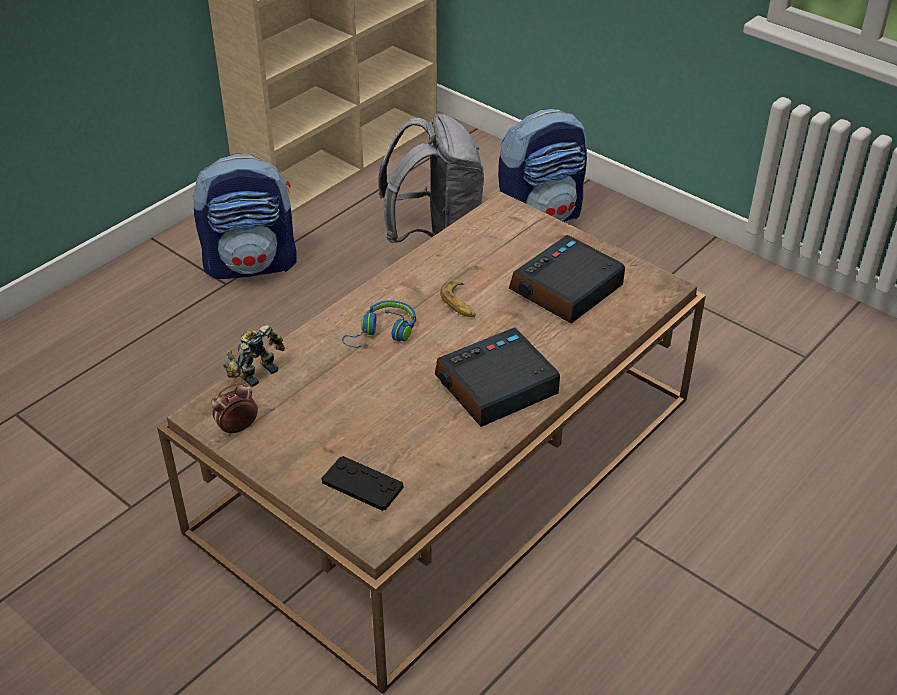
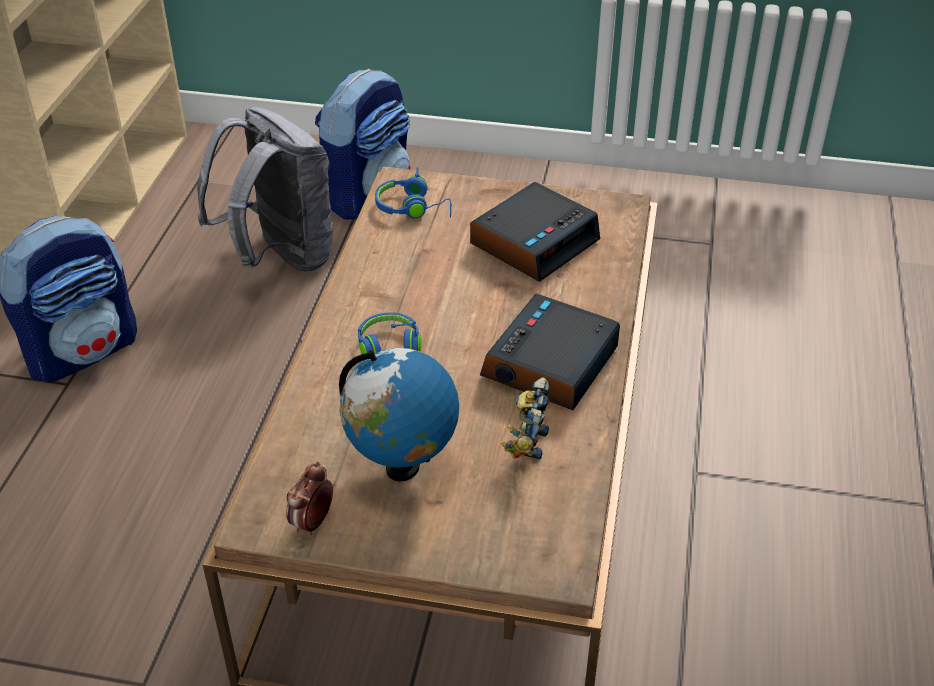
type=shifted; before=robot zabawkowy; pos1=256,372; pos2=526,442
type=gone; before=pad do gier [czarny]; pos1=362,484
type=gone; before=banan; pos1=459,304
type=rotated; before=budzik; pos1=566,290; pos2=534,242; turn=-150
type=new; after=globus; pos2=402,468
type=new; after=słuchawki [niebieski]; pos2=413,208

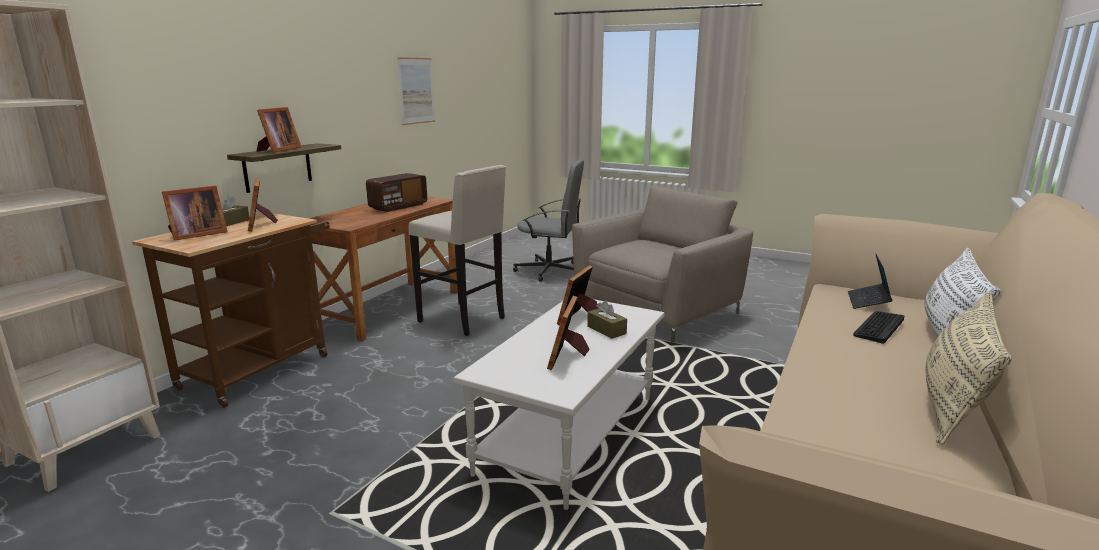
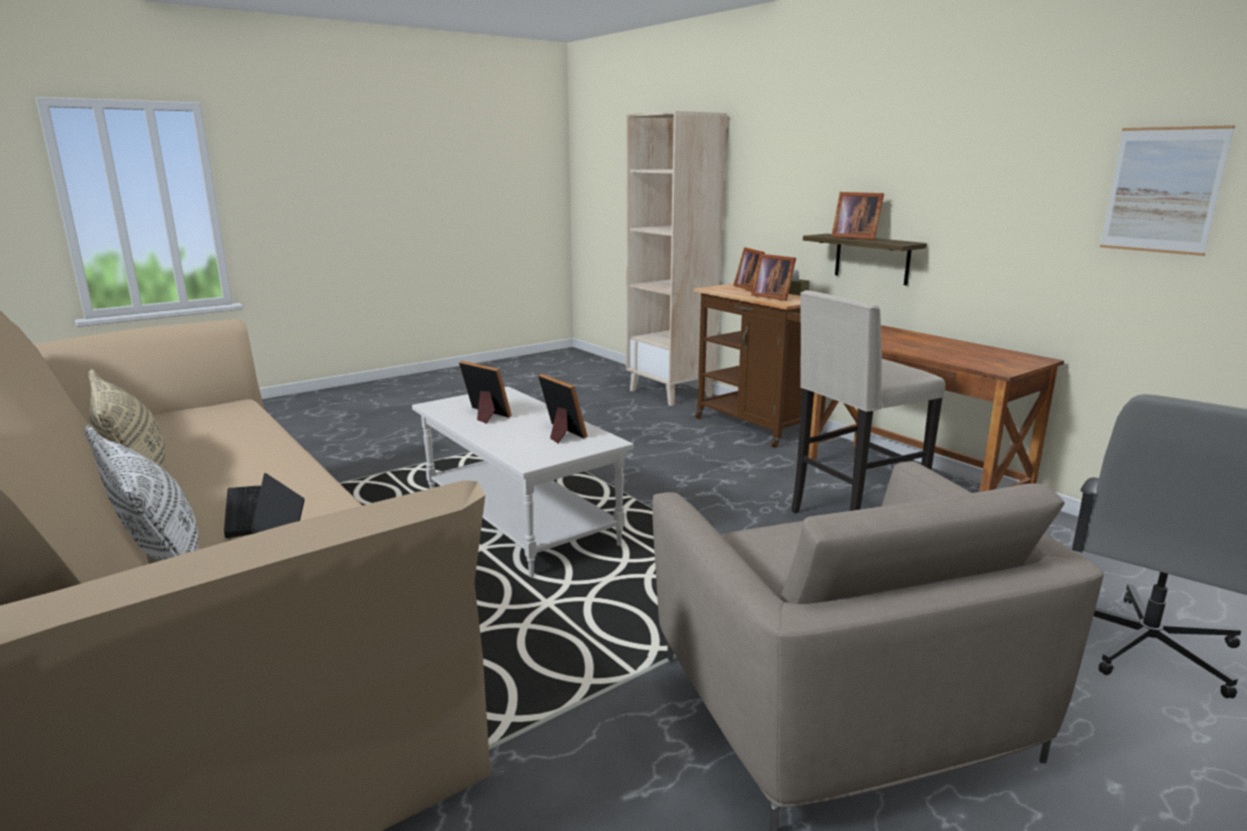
type=rotated; before=ramka na zdjęcie; pos1=261,225; pos2=772,297; turn=-135
type=gone; before=radio; pos1=398,206
type=gone; before=pudełko chusteczek [brązowy]; pos1=606,330

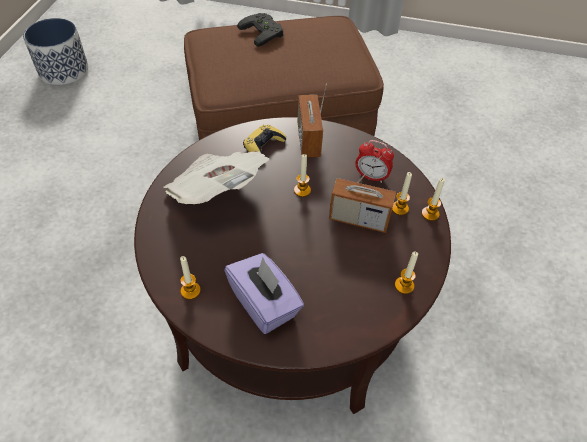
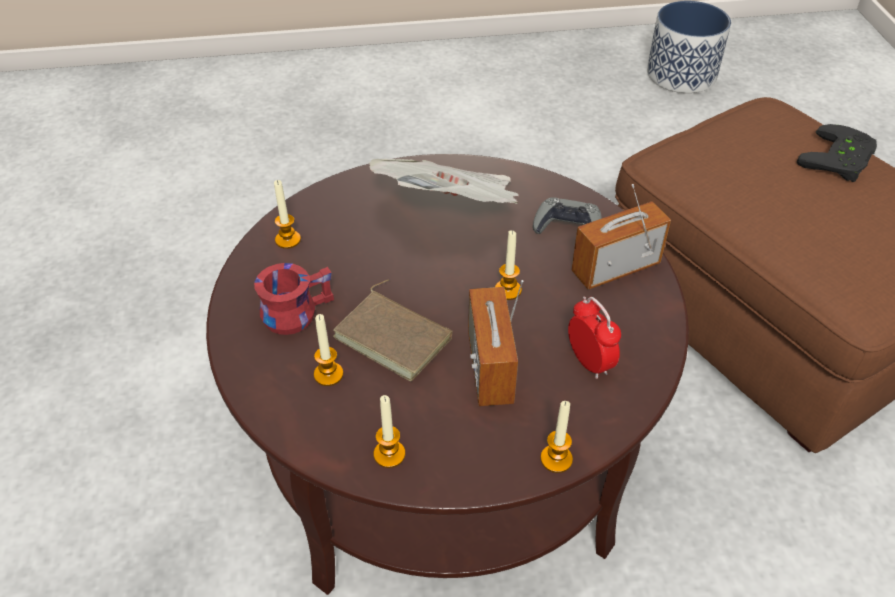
type=swapped; before=pudełko chusteczek [fioletowy]; after=kubek [czerwony]; pos1=264,304; pos2=295,310
type=repainted; before=pad do gier [żółty]; after=pad do gier [szary]; pos1=264,146; pos2=567,226
type=rotated; before=budzik; pos1=371,177; pos2=589,362; turn=150
type=shifted; before=świeca; pos1=399,208; pos2=328,374
type=new; after=książka [brązowy]; pos2=395,336

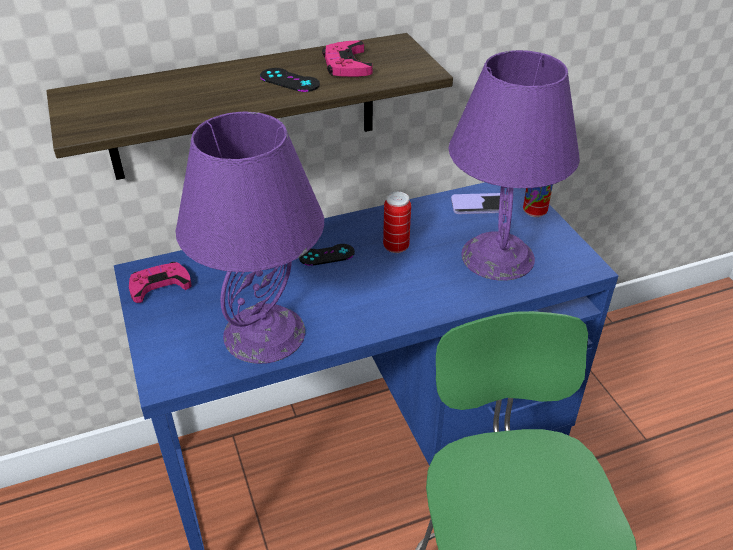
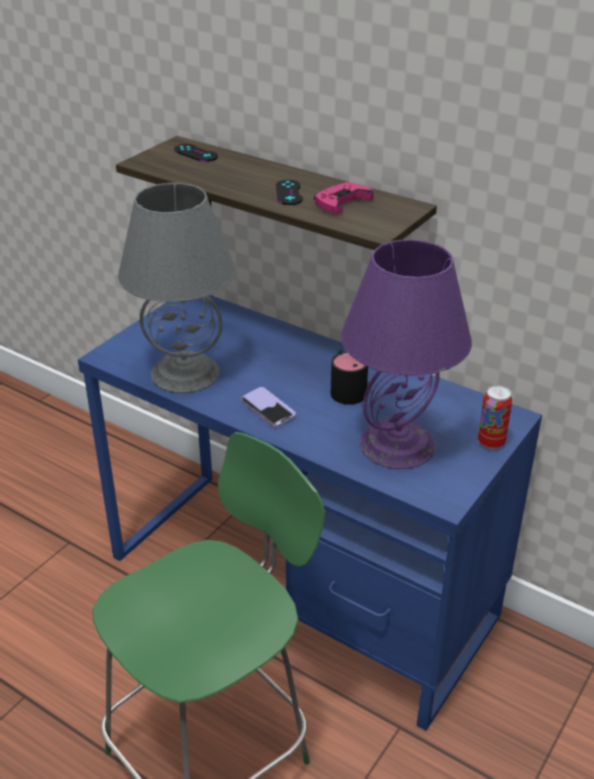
type=gone; before=pad do gier [różowy]; pos1=159,285
type=repainted; before=lampa stołowa [fioletowy]; after=lampa stołowa [szary]; pos1=264,332; pos2=186,372
type=shifted; before=pad do gier [czarny]; pos1=327,255; pos2=196,153
type=swapped; before=puszka; after=kubek [czarny]; pos1=396,247; pos2=346,388
type=shifted; before=telefon; pos1=479,205; pos2=268,409

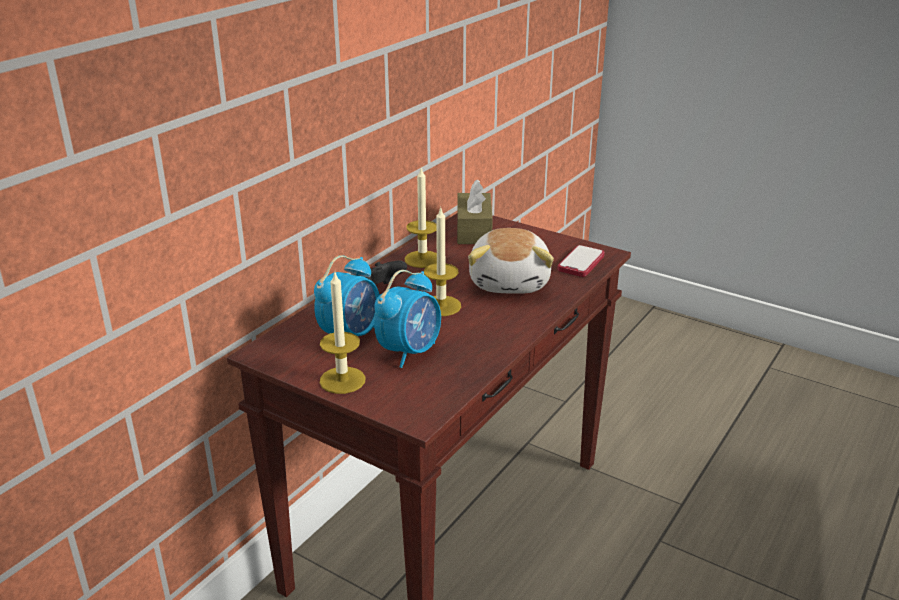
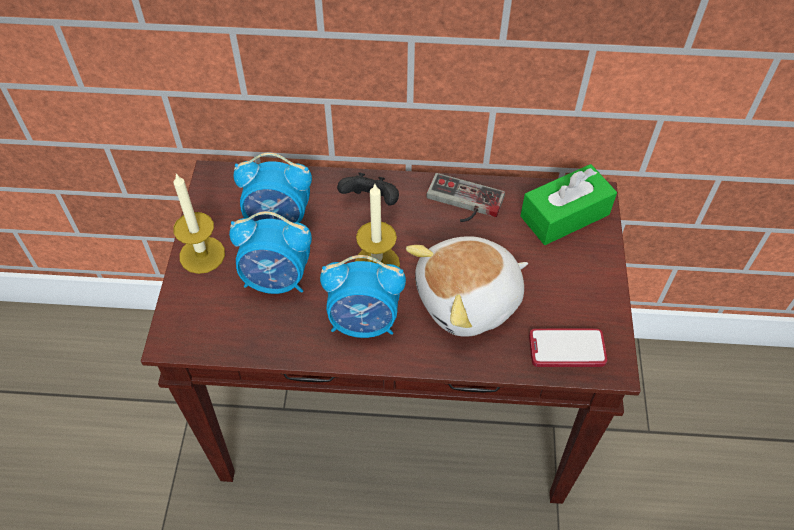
type=swapped; before=świeca; after=pad do gier; pos1=422,259; pos2=462,203
type=repainted; before=pudełko chusteczek [brązowy]; after=pudełko chusteczek [zielony]; pos1=474,230; pos2=564,215
type=new; after=budzik; pos2=364,322

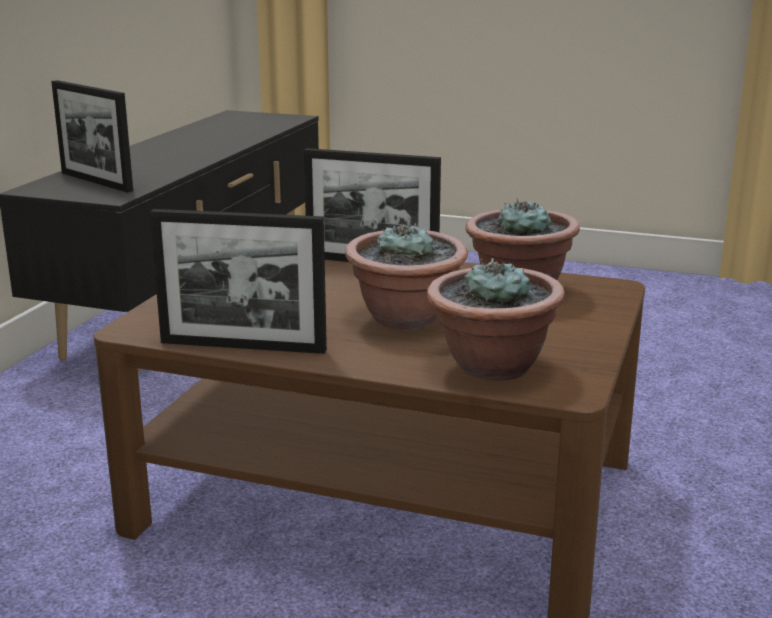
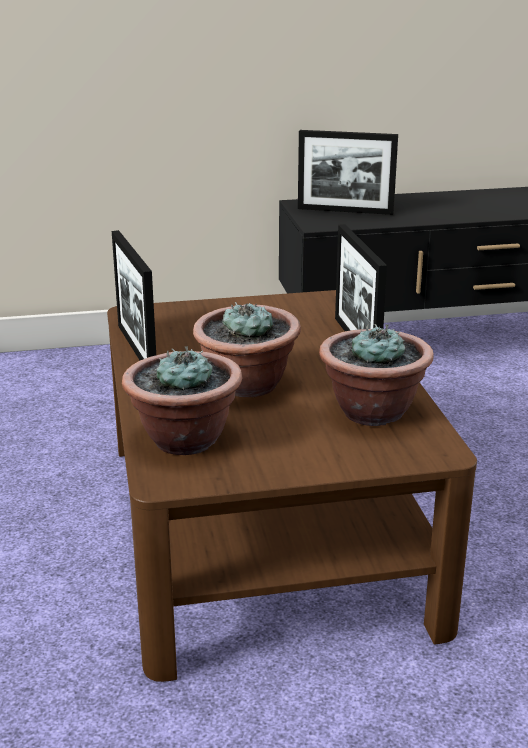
type=rotated; before=ramka na zdjęcie; pos1=96,182; pos2=345,211; turn=-90

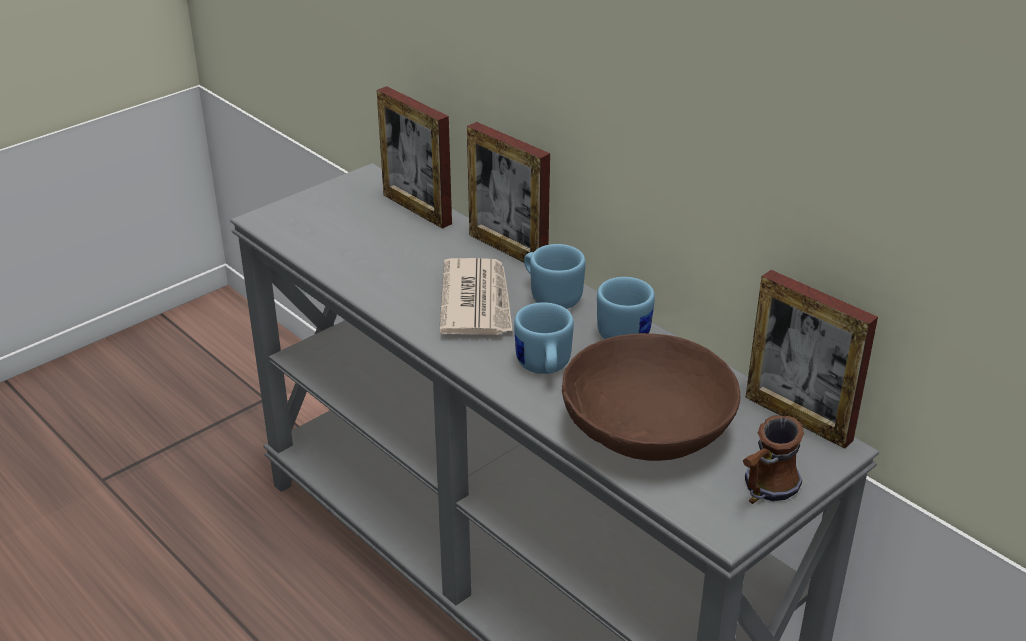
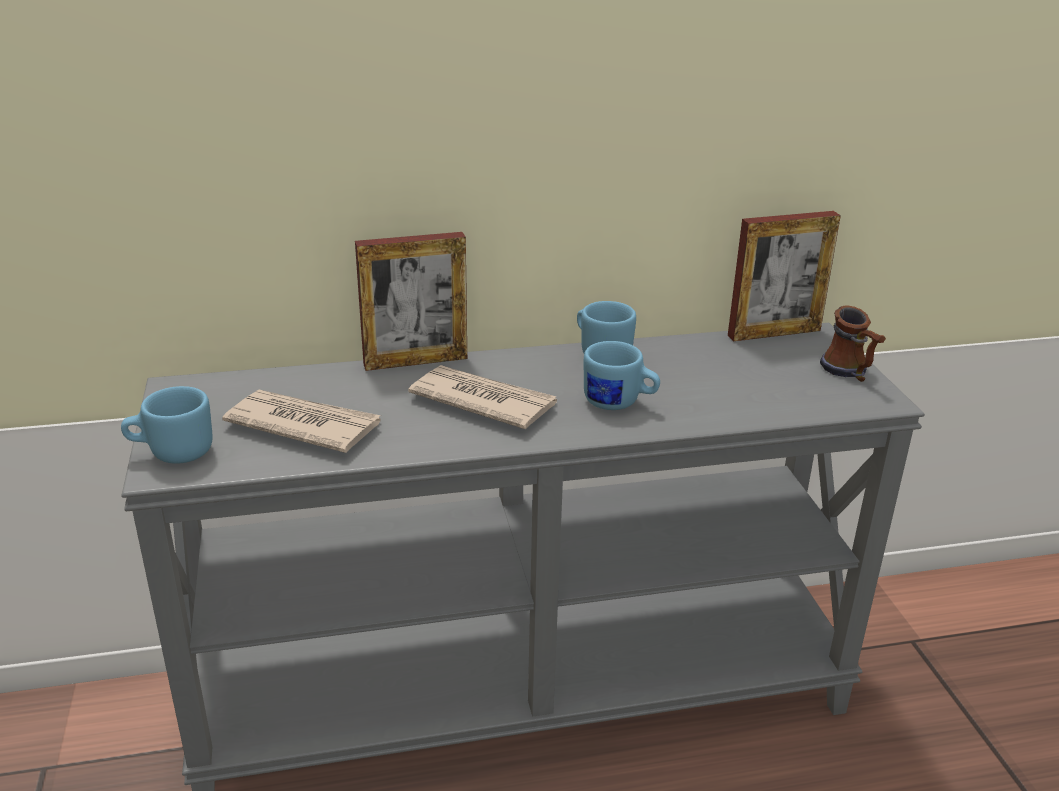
type=gone; before=ramka na zdjęcie; pos1=417,209
type=shifted; before=kubek [niebieski]; pos1=551,296; pos2=172,452
type=gone; before=miska [brązowy]; pos1=647,430
type=new; after=gazeta; pos2=303,425

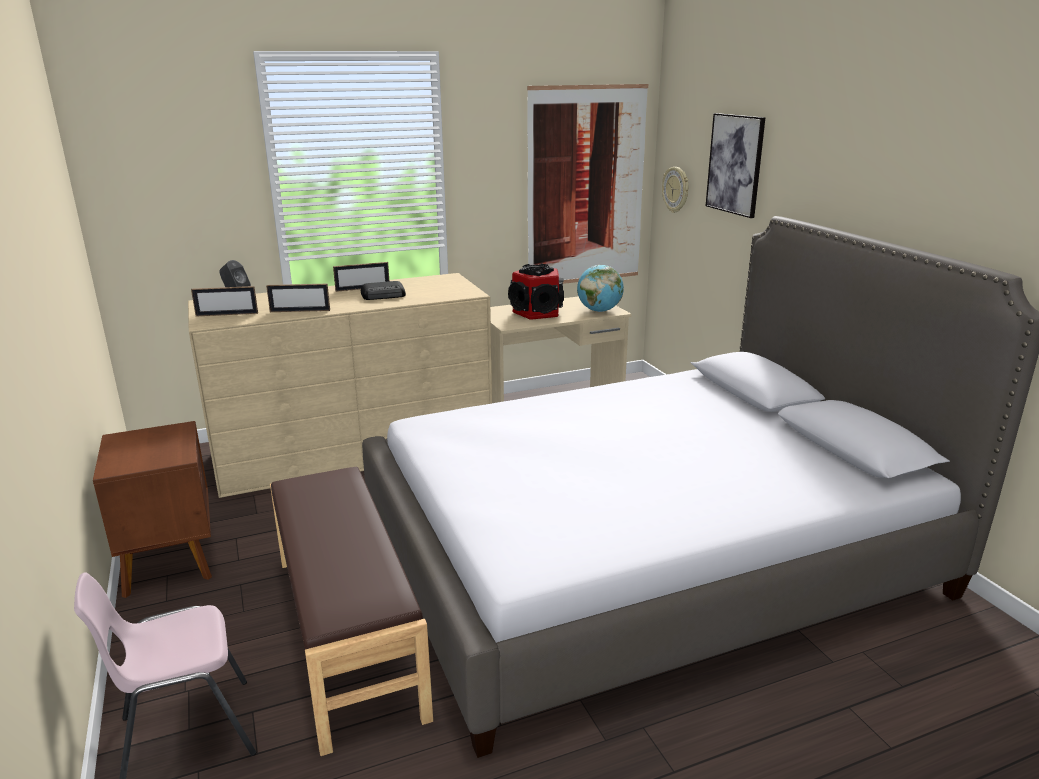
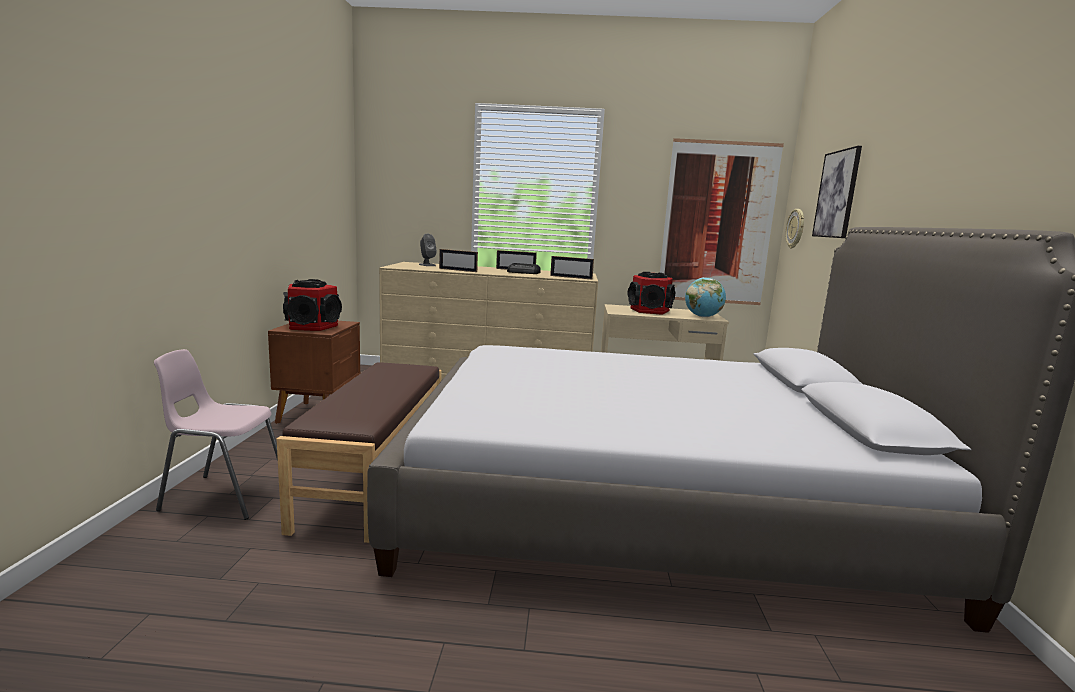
type=shifted; before=ramka na zdjęcie; pos1=227,314; pos2=571,277
type=new; after=głośnik; pos2=312,326

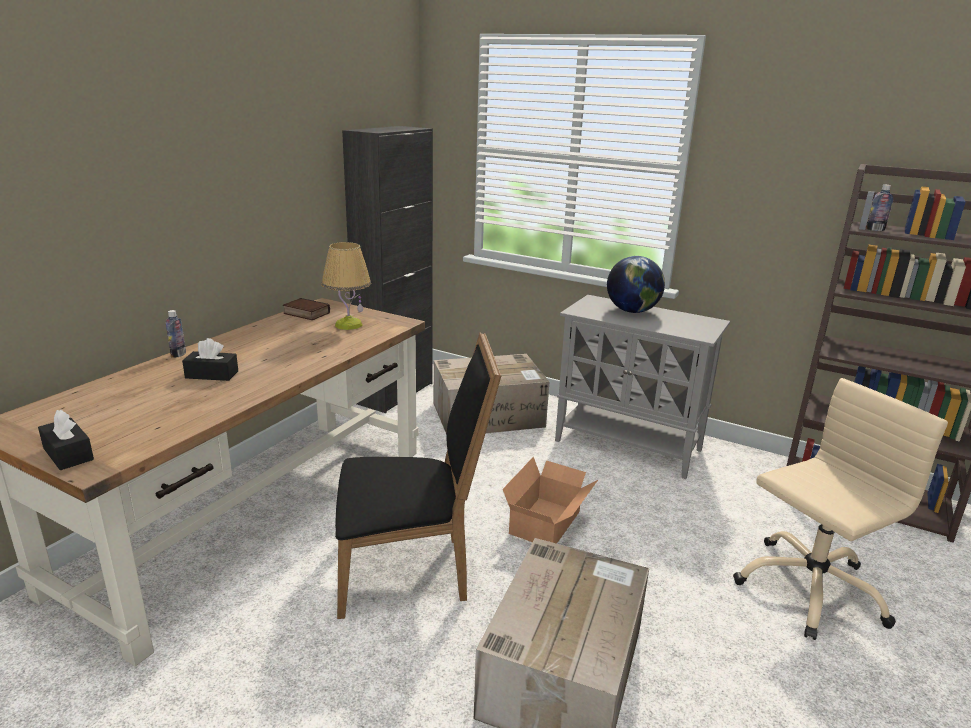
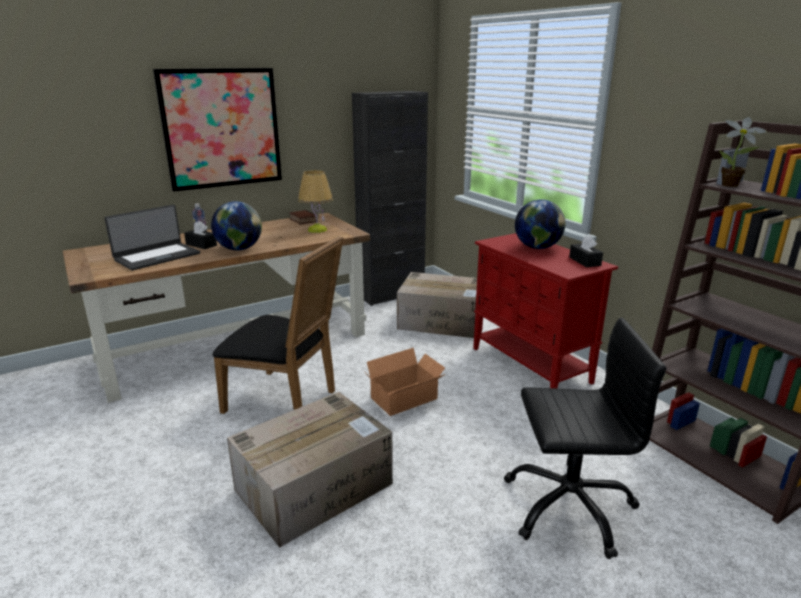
type=shifted; before=pudełko chusteczek [czarny]; pos1=68,454; pos2=584,261
type=repainted; before=szafka [szary]; after=szafka [czerwony]; pos1=629,445; pos2=531,365
type=repainted; before=krzesło biurowe [beżowy]; after=krzesło biurowe [czarny]; pos1=809,588; pos2=568,506
type=swapped; before=butelka; after=roślina doniczkowa; pos1=875,230; pos2=732,185
type=new; after=laptop; pos2=157,256
type=new; after=obraz; pos2=222,128
type=new; after=globus; pos2=239,249

